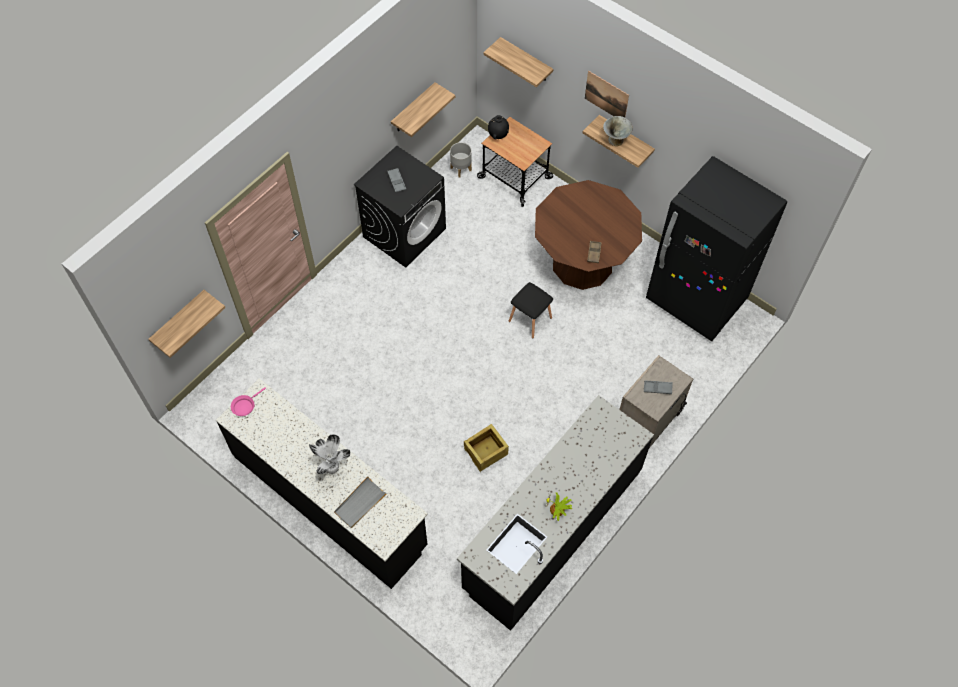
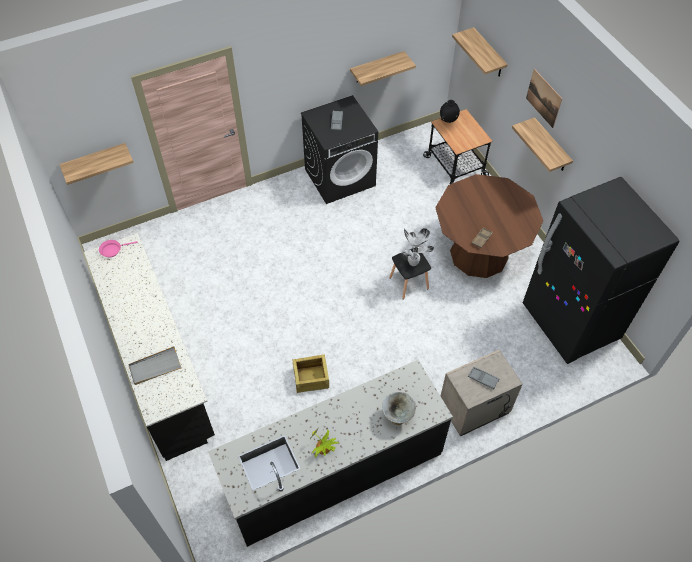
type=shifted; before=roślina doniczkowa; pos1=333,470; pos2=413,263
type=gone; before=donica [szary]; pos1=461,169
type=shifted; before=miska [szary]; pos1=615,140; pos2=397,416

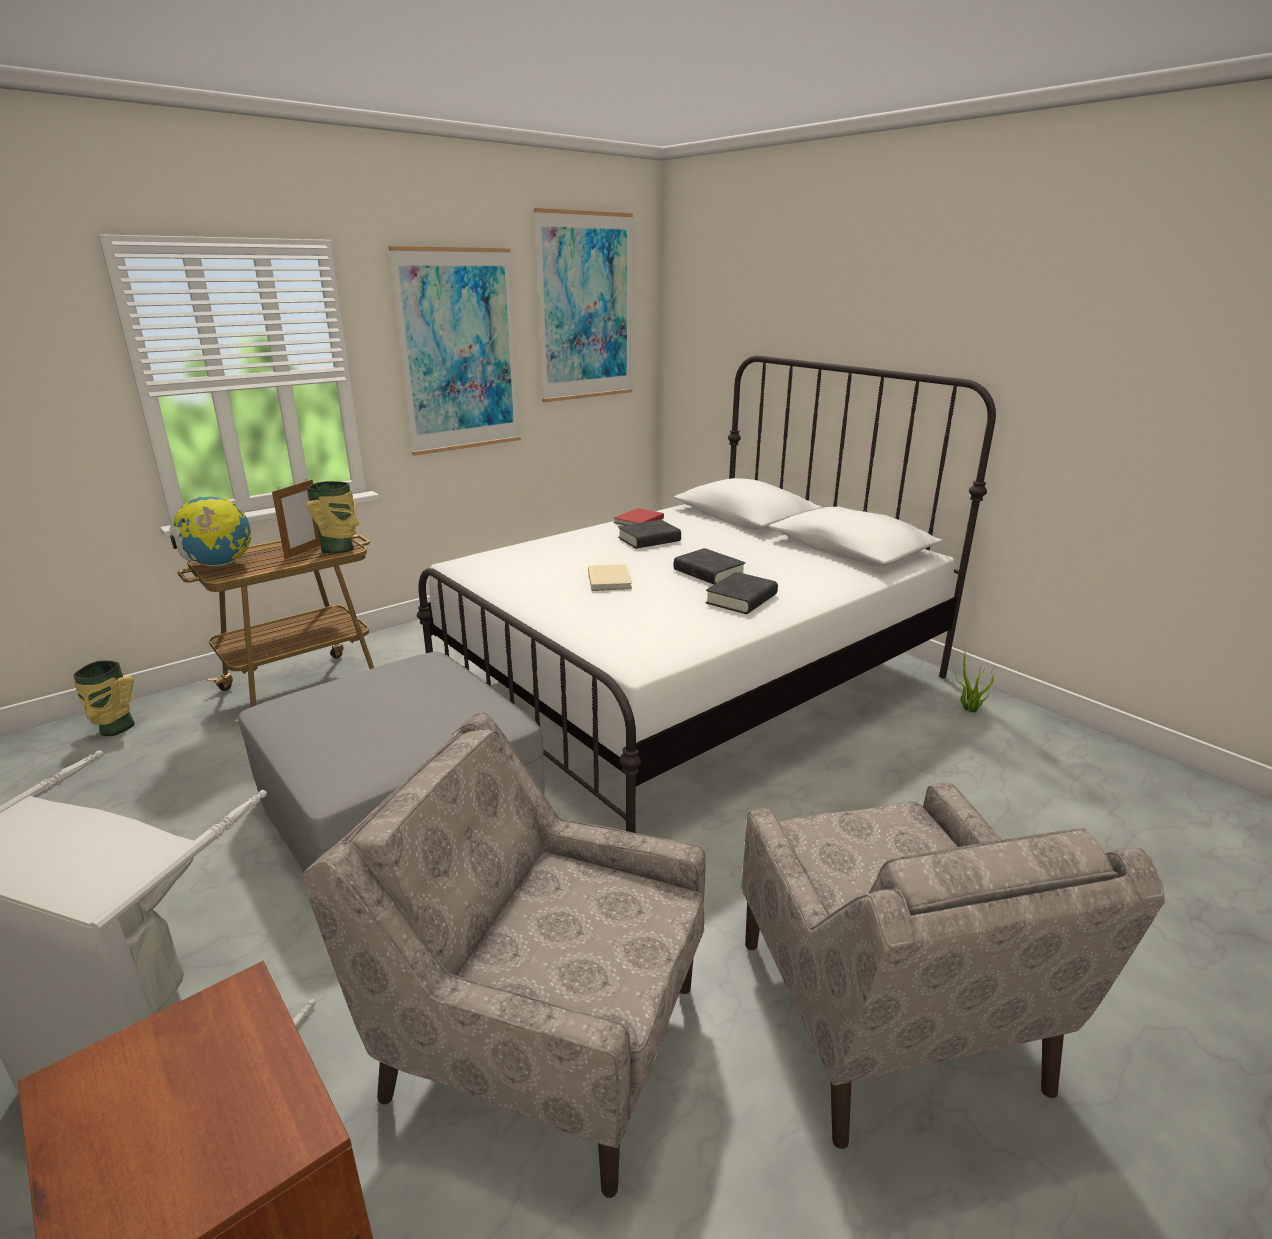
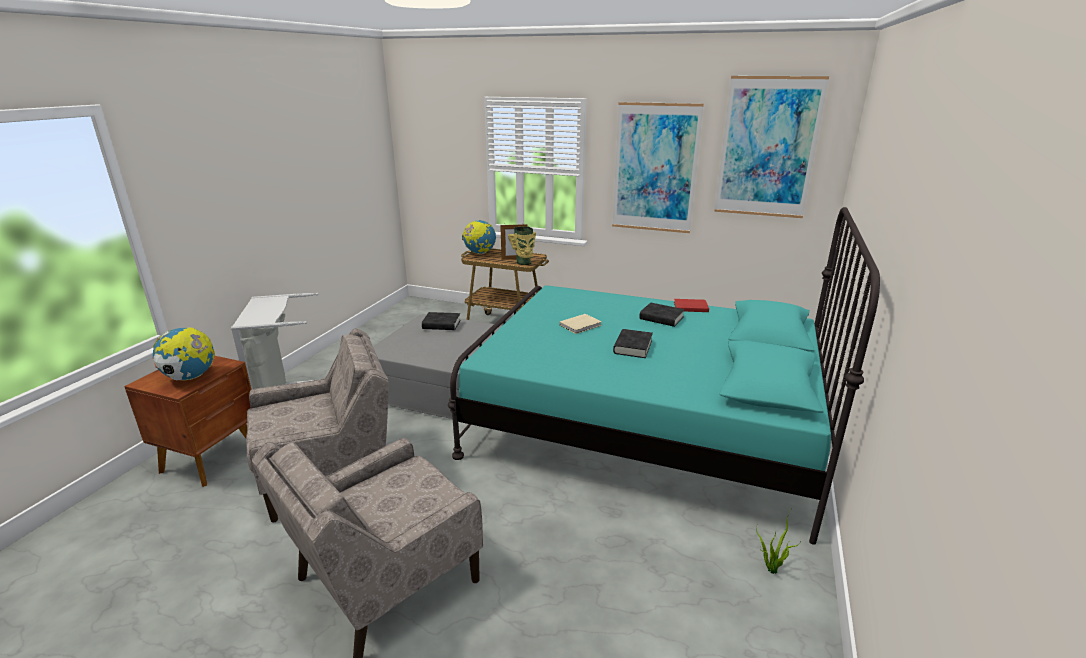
type=gone; before=wazon; pos1=115,728
type=rotated; before=fotel [beżowy]; pos1=542,1036; pos2=329,474; turn=75
type=repainted; before=łóżko [biały]; after=łóżko [turkusowy]; pos1=692,681; pos2=644,424
type=shifted; before=książka [czarny]; pos1=741,599; pos2=441,324
type=new; after=globus; pos2=190,378

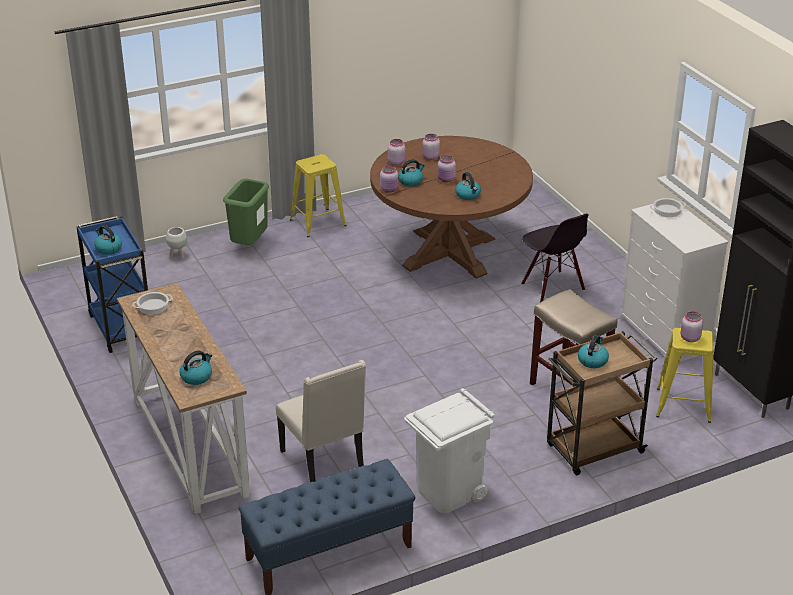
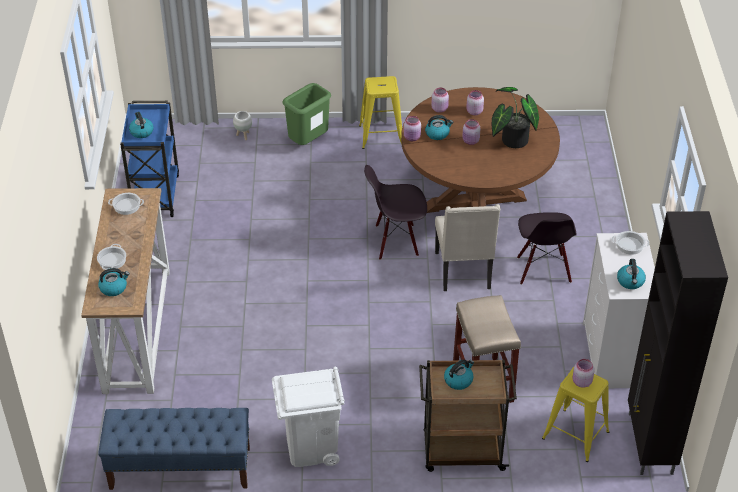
type=shifted; before=krzesło [beżowy]; pos1=324,461; pos2=464,272
type=shifted; before=czajnik; pos1=468,195; pos2=630,281
type=new; after=garnek; pos2=112,260
type=new; after=krzesło [czarny]; pos2=396,241
type=new; after=roślina doniczkowa; pos2=511,141

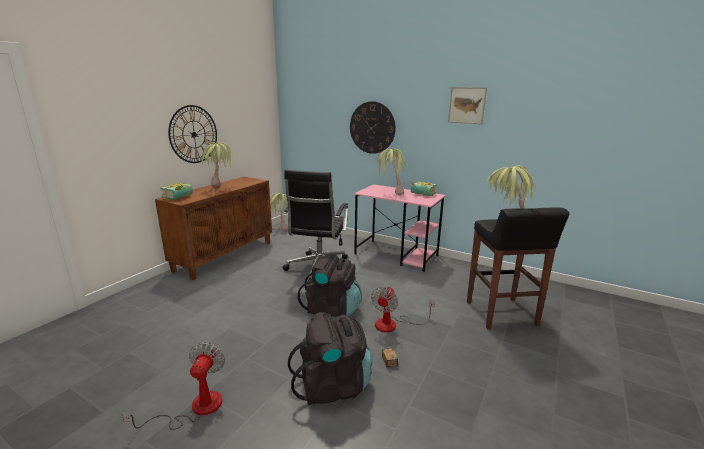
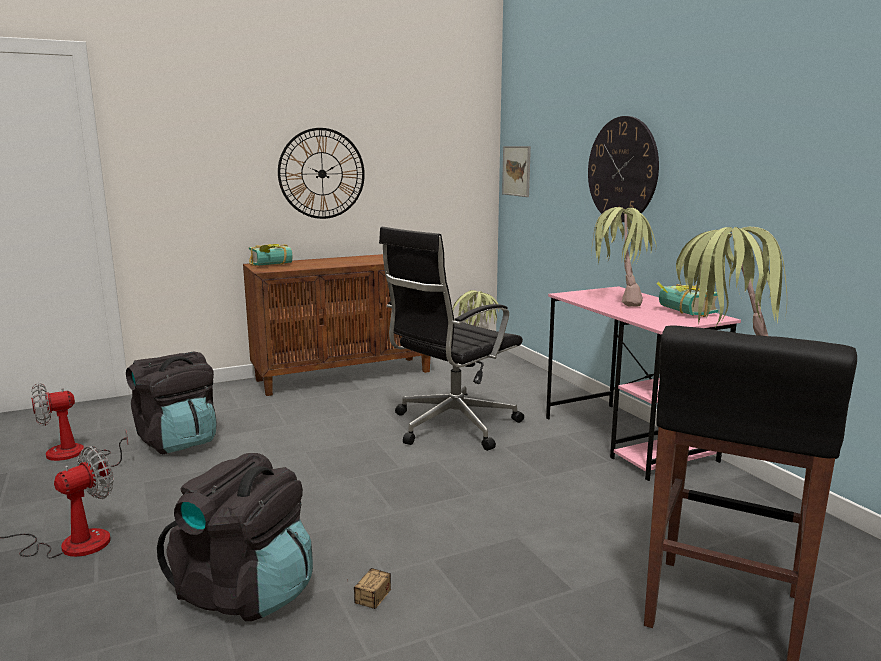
type=gone; before=roślina doniczkowa; pos1=221,188
type=shifted; before=plecak [czarny]; pos1=332,309; pos2=178,441
type=shifted; before=wentylator; pos1=393,324; pos2=75,455
type=shifted; before=obraz; pos1=467,105; pos2=516,171

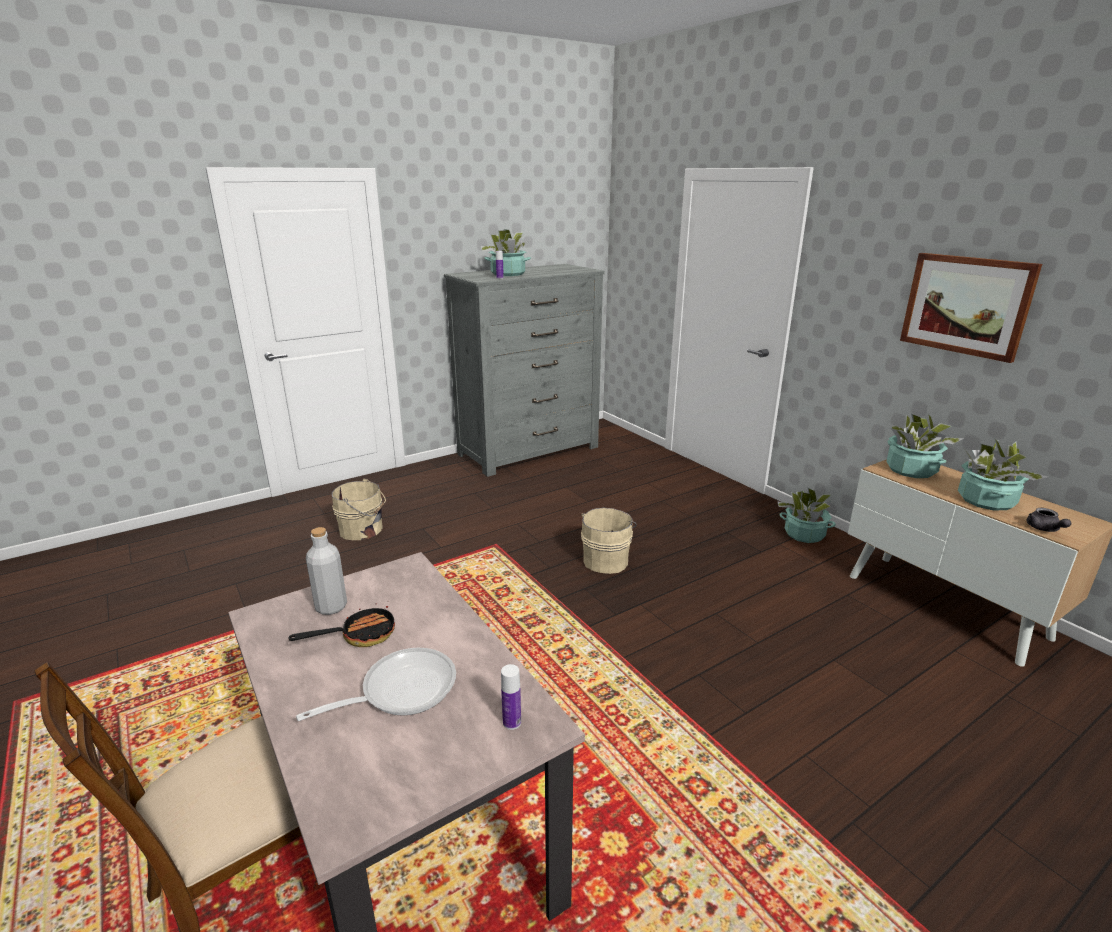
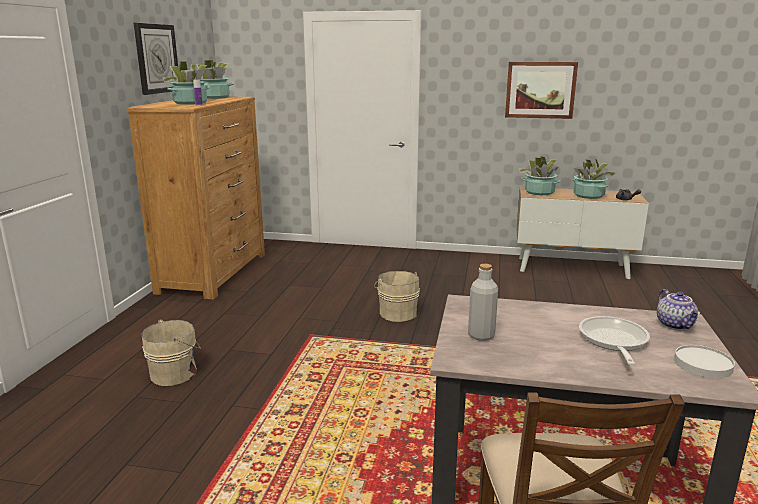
type=gone; before=patelnia; pos1=360,635
type=repainted; before=komoda [szary]; after=komoda [brązowy]; pos1=529,451; pos2=214,272
type=swapped; before=butelka; after=imbryk; pos1=512,722; pos2=675,325
type=shifted; before=roślina doniczkowa; pos1=804,534; pos2=214,97
type=new; after=zegar ścienny; pos2=156,58
type=new; after=talerz [biały]; pos2=703,364

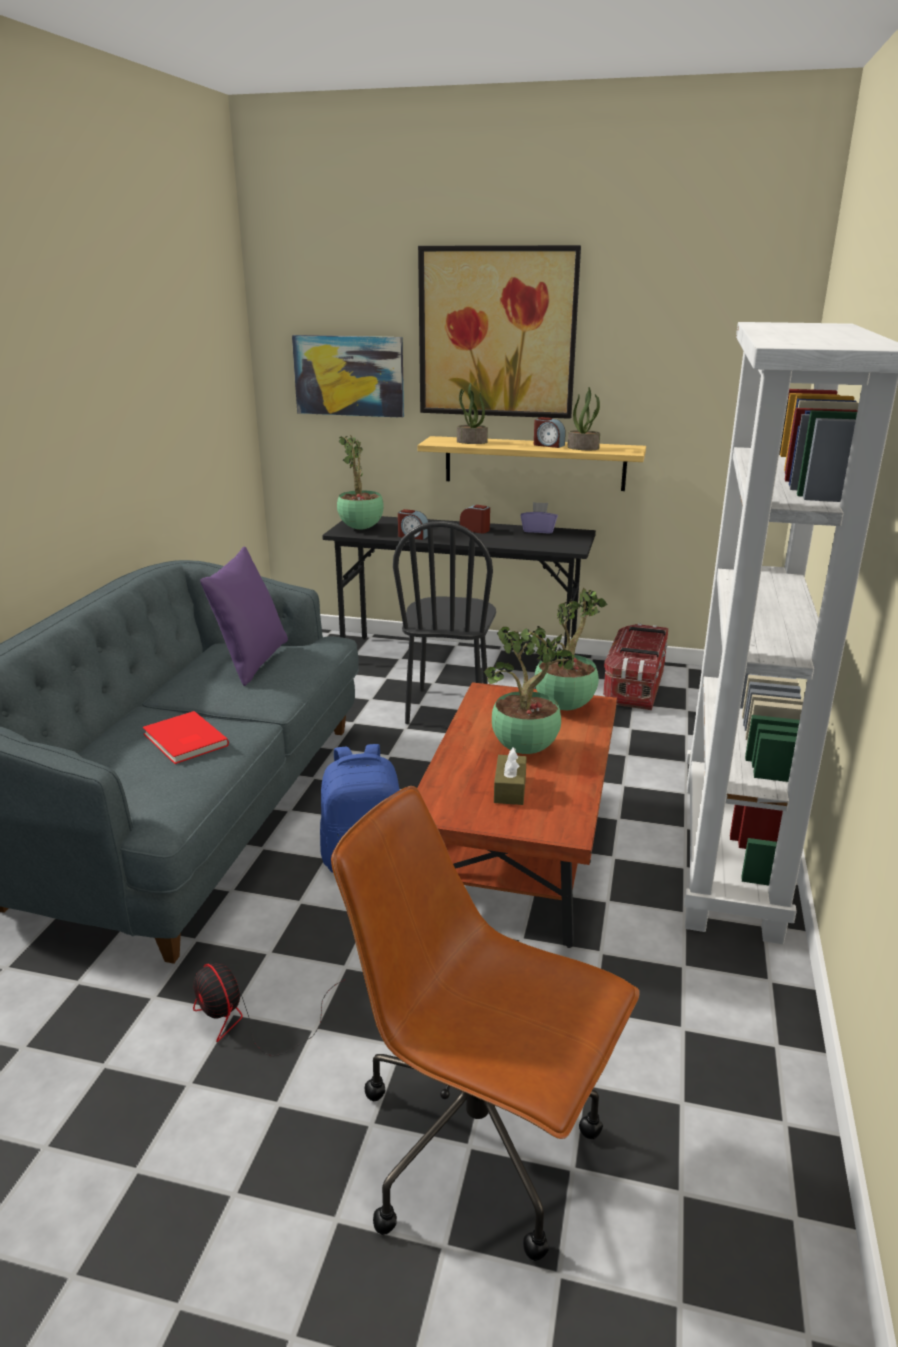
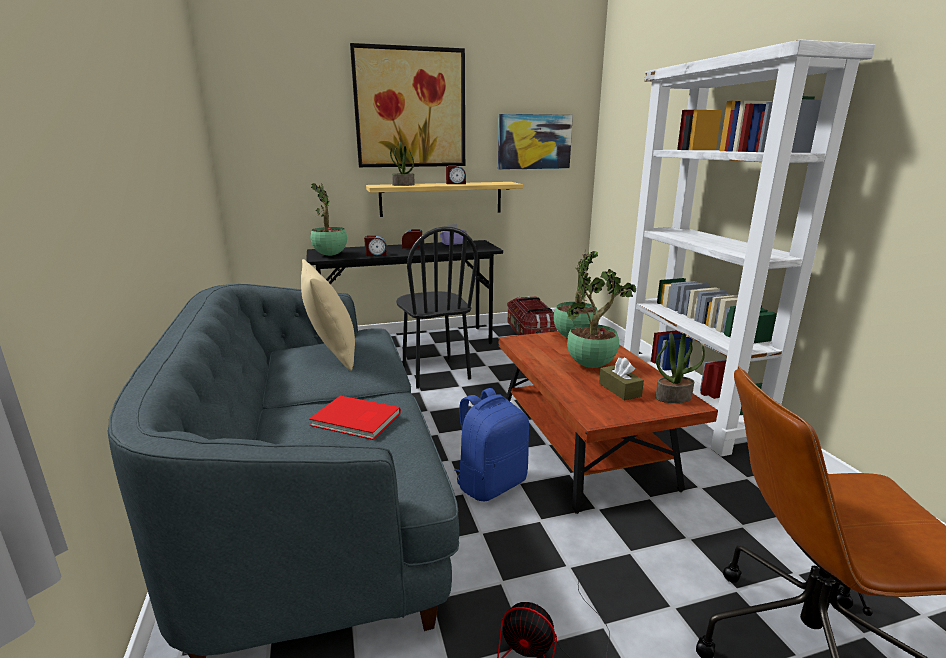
type=repainted; before=poduszka [fioletowy]; after=poduszka [beżowy]; pos1=251,661; pos2=332,354
type=shifted; before=obraz; pos1=349,375; pos2=534,142
type=shifted; before=roślina doniczkowa; pos1=583,448; pos2=673,397

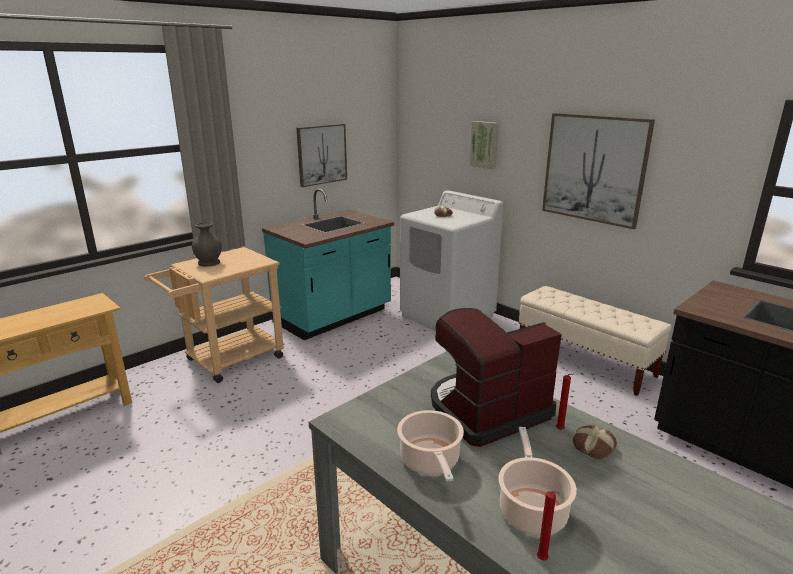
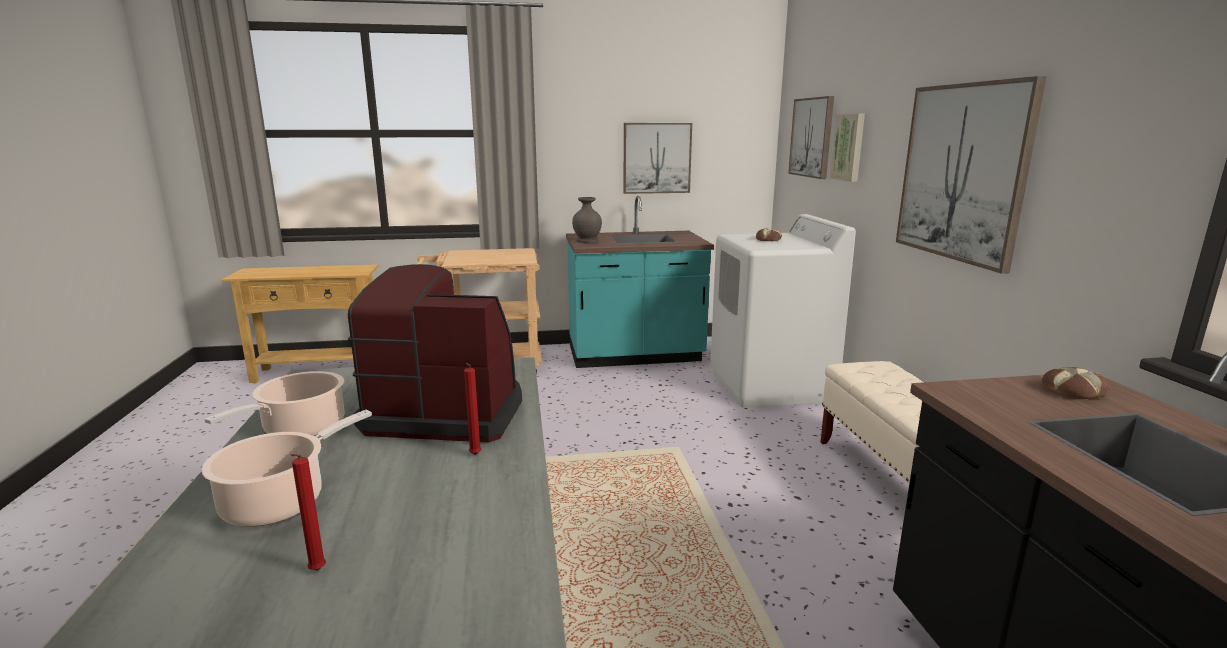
type=shifted; before=wazon [szary]; pos1=208,262; pos2=587,241
type=shifted; before=świeca [czerwony]; pos1=543,560; pos2=316,572
type=shifted; before=chleb; pos1=592,446; pos2=1072,390
type=new; after=obraz; pos2=812,137

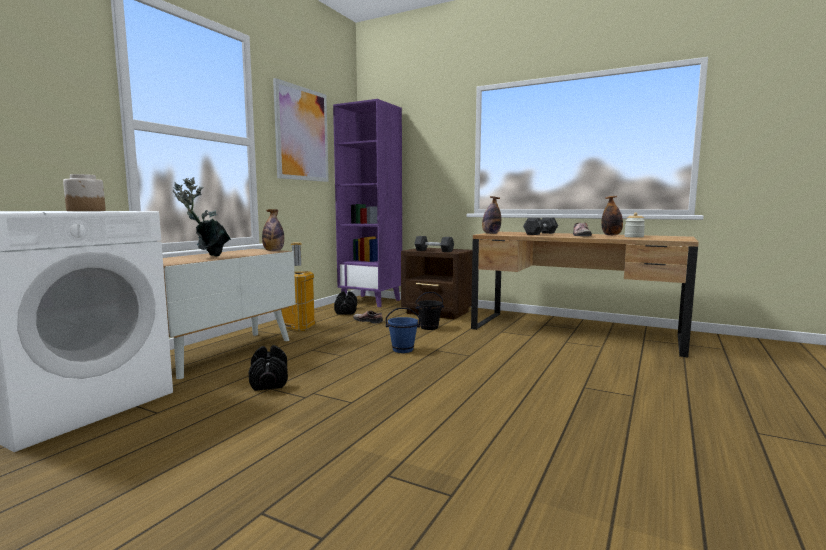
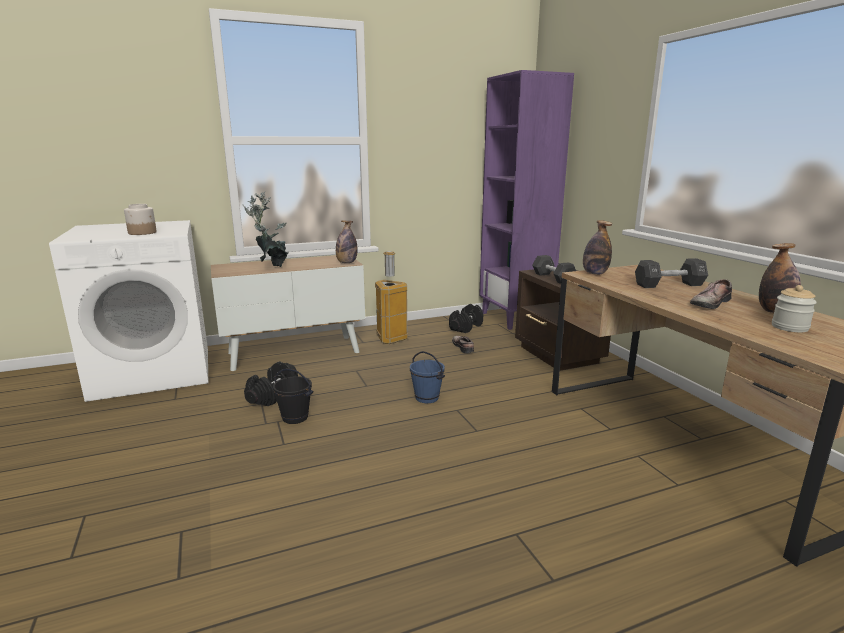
type=gone; before=obraz; pos1=302,134
type=shifted; before=wiadro [czarny]; pos1=429,327; pos2=295,417

